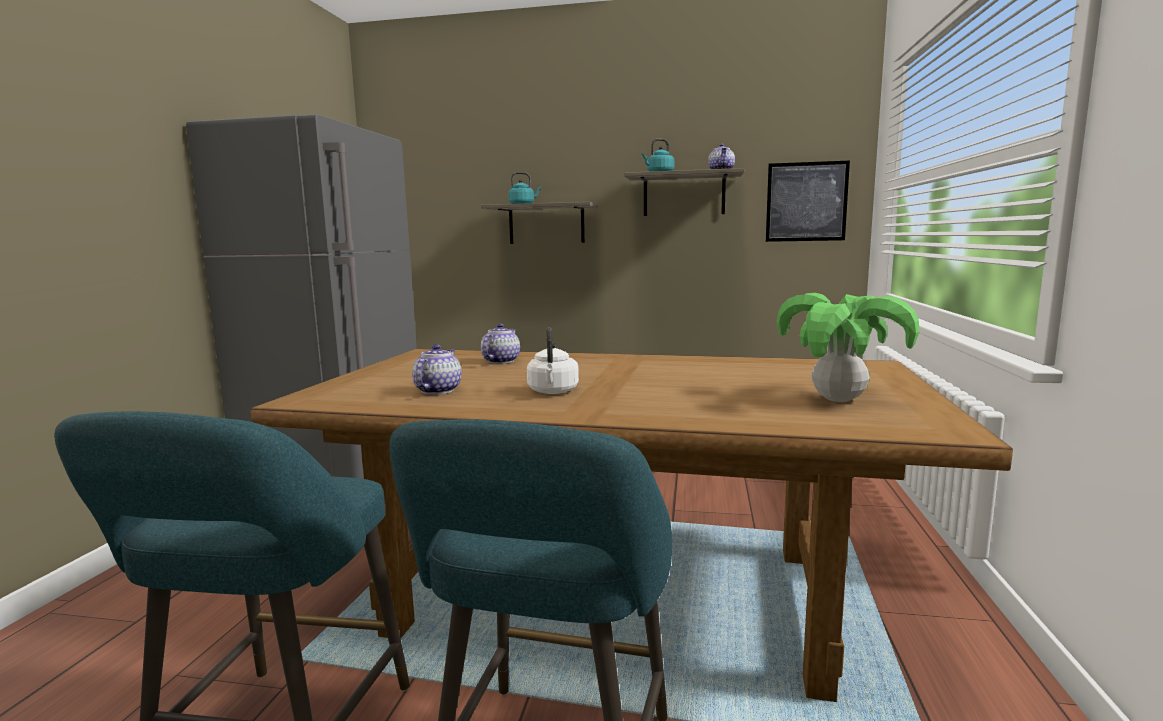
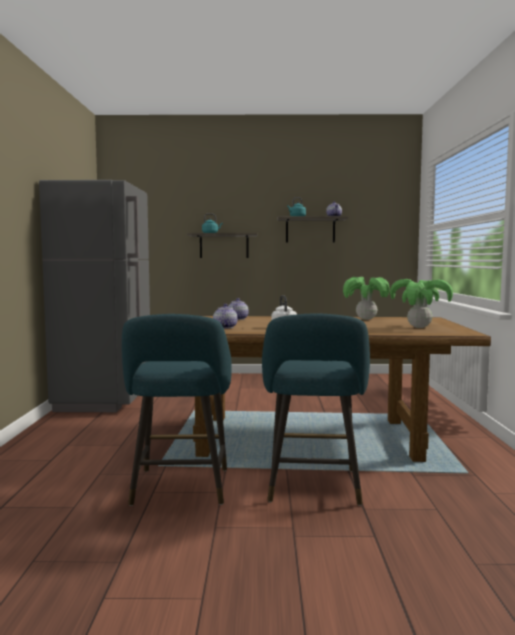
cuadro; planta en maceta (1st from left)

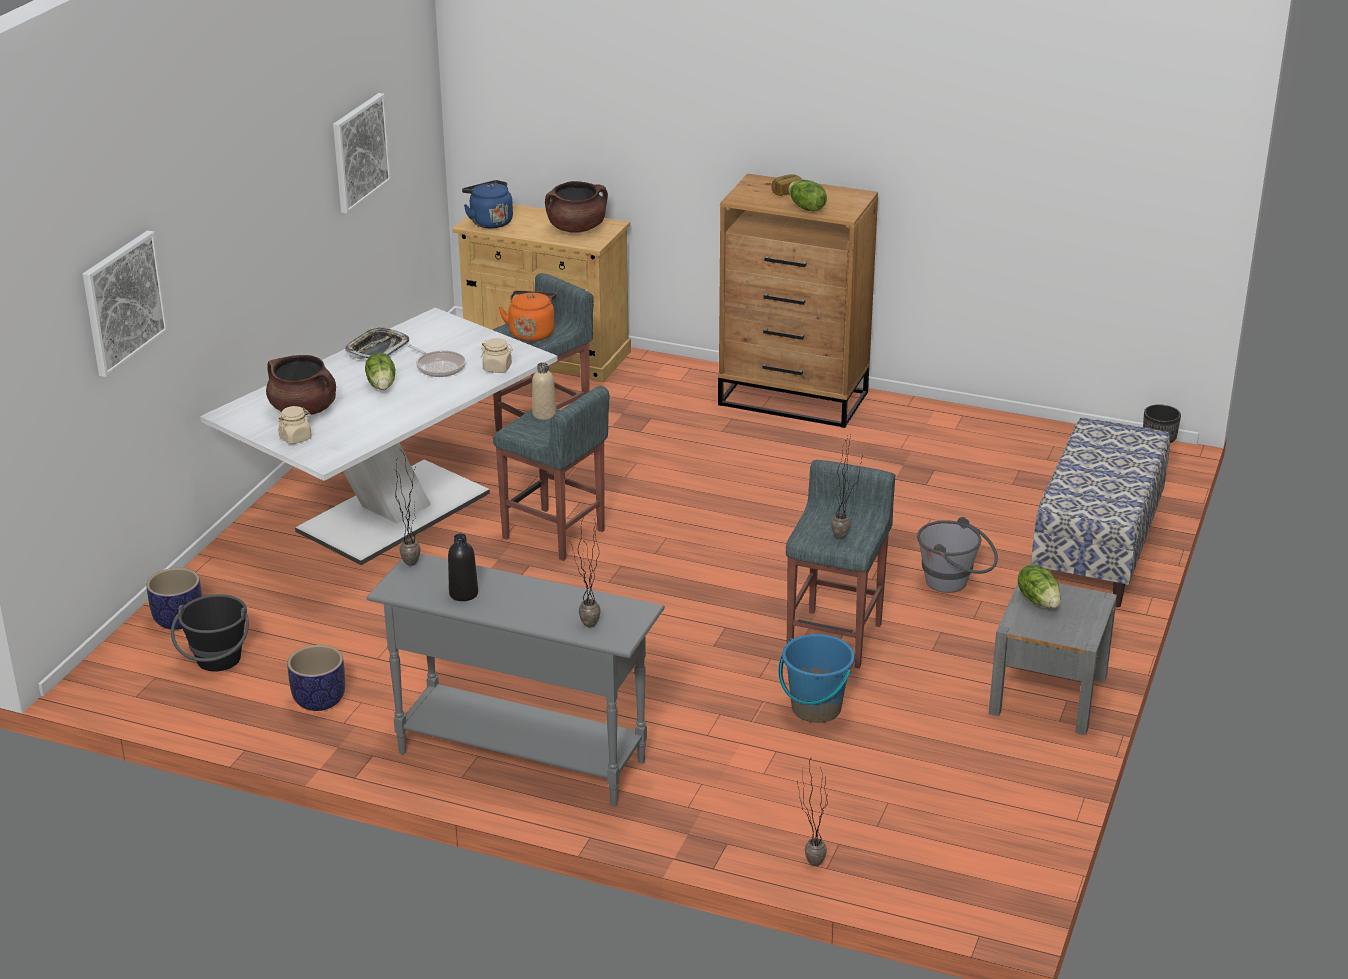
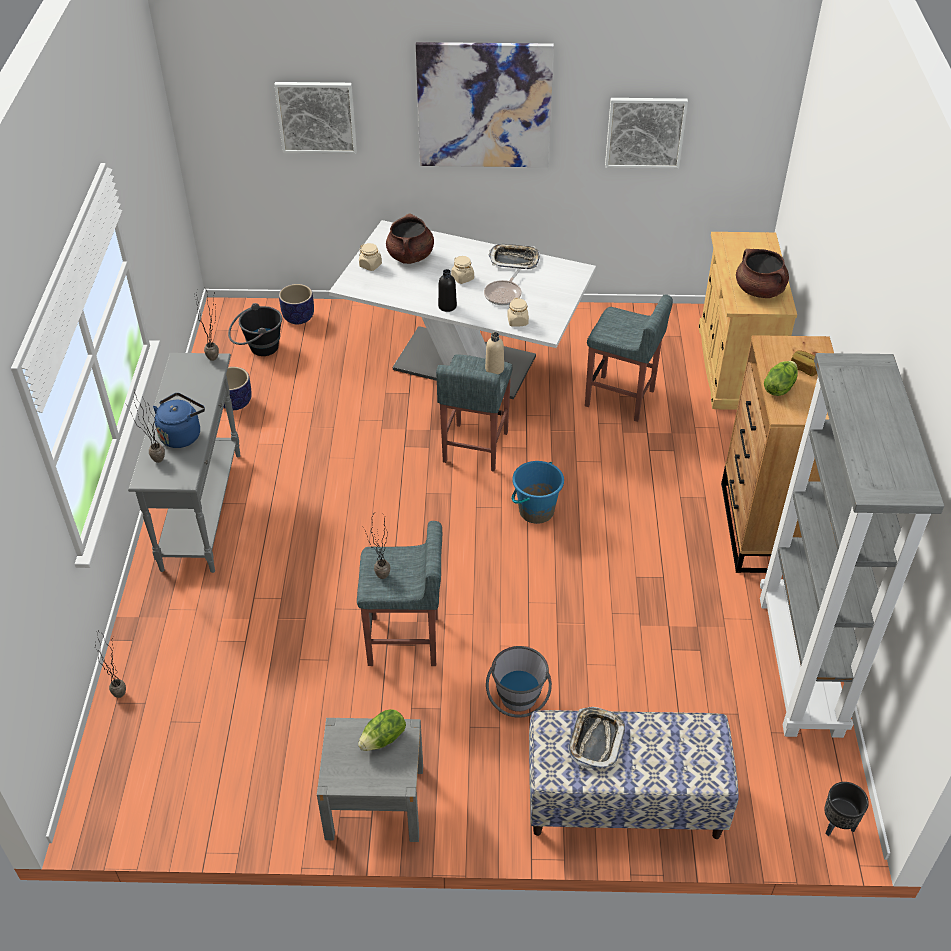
hervidor [naranja]; cuadro (2nd from left); bandeja (2nd from left); estantería [gris]; botella [negro]; hervidor [azul]; cubo [azul]; tarro [beis] (2nd from left)

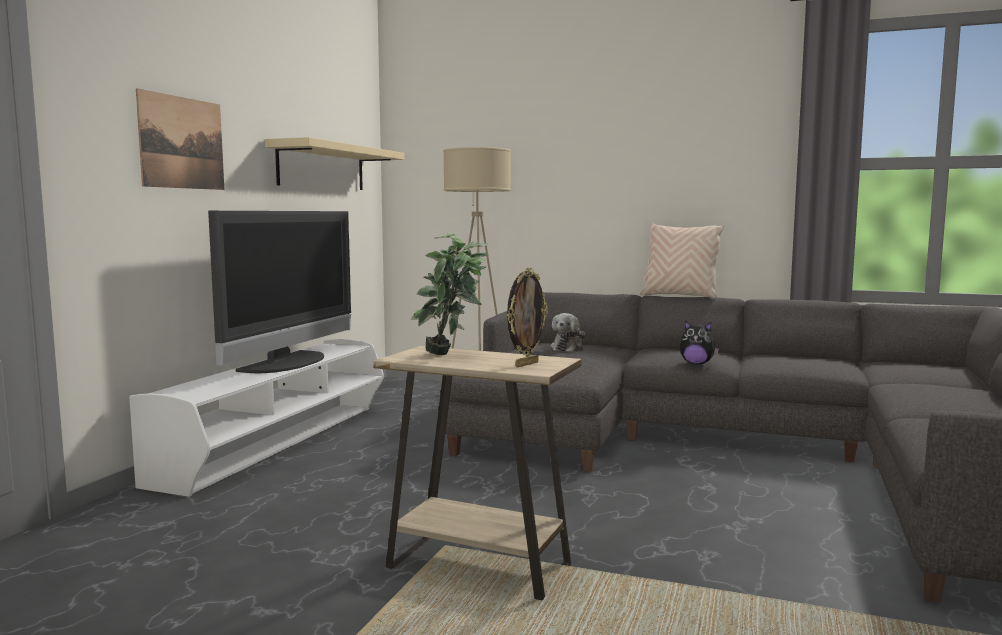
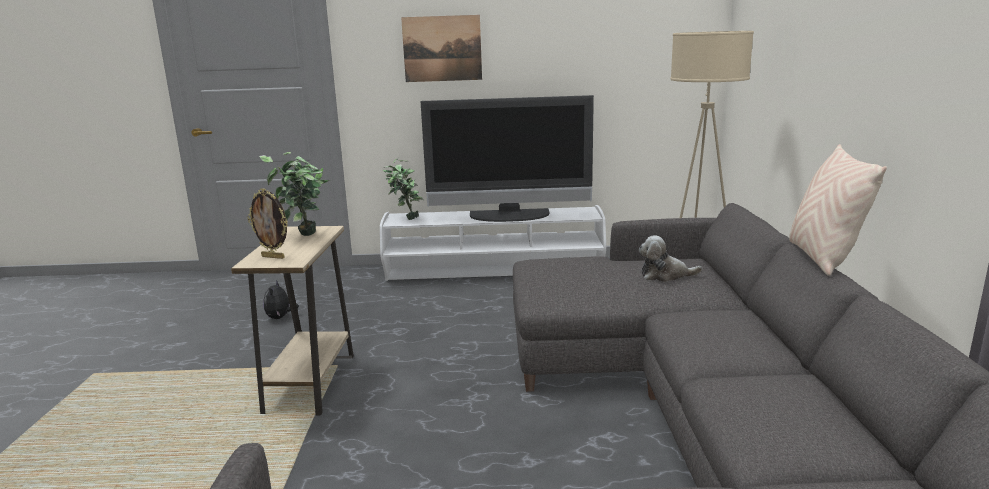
estante [beis]; planta en maceta (2nd from left); peluche (1st from left)

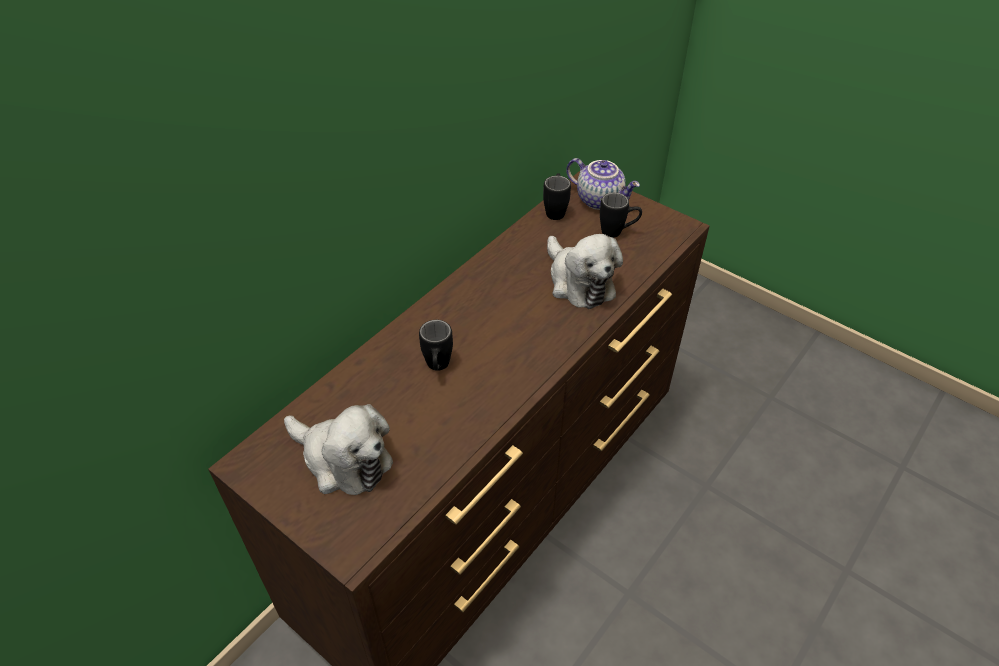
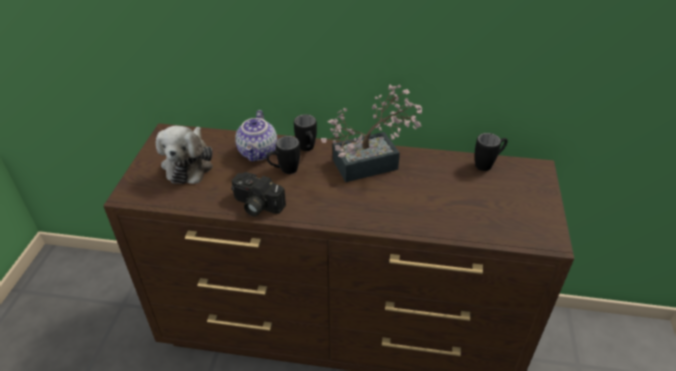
peluche (2nd from left in the first image); cámara; planta en maceta; tetera; taza grande [negro] (2nd from left)

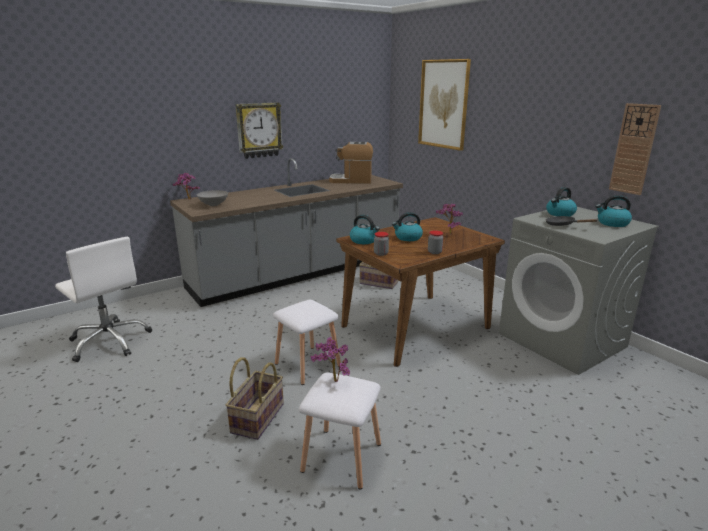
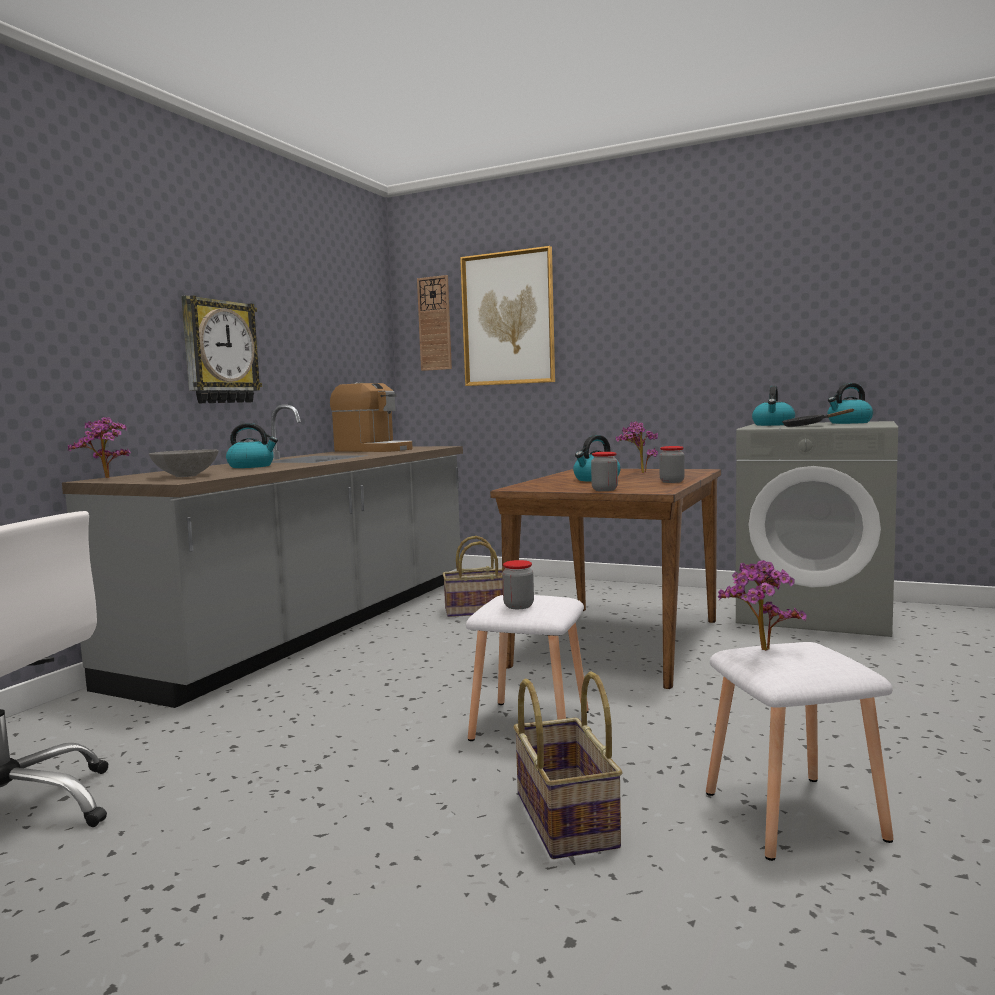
tarro (1st from left); hervidor (1st from left); reloj de pared (2nd from left); cafetera

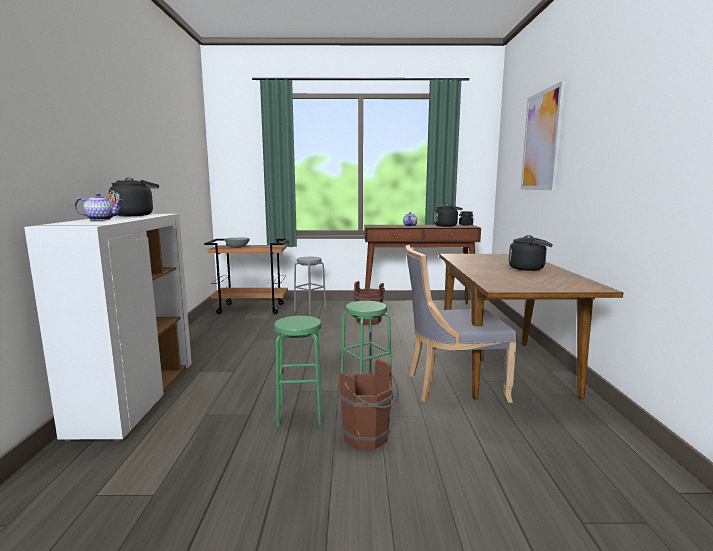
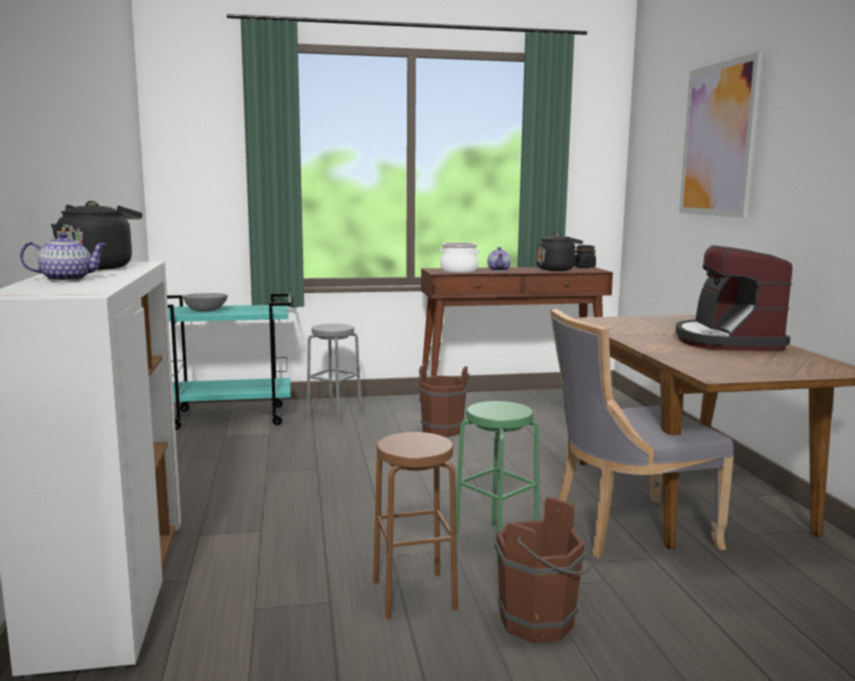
olla; cafetera; carrito [turquesa]; taburete [marrón]

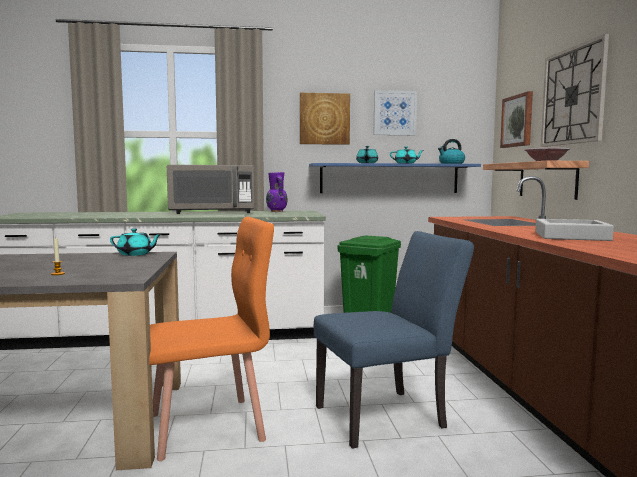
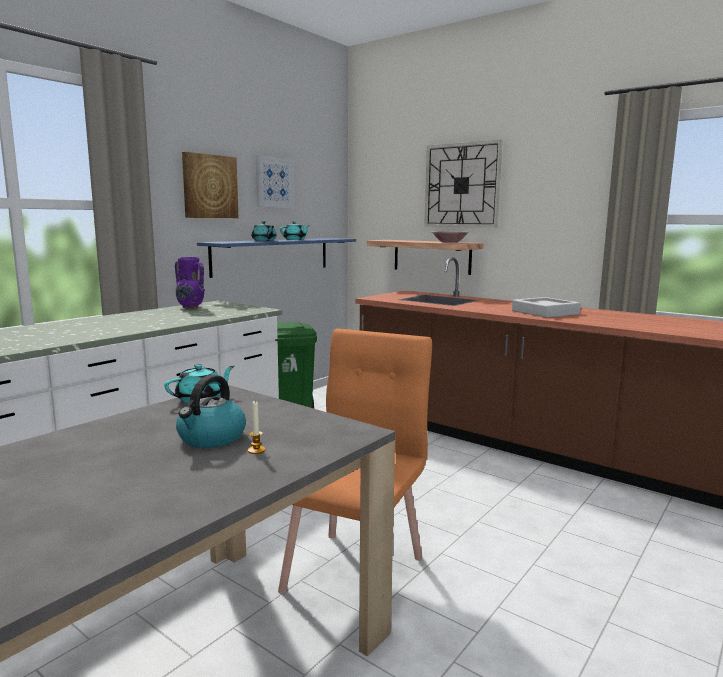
microondas [gris]; silla [azul]; cuadro (3rd from left in the first image); hervidor

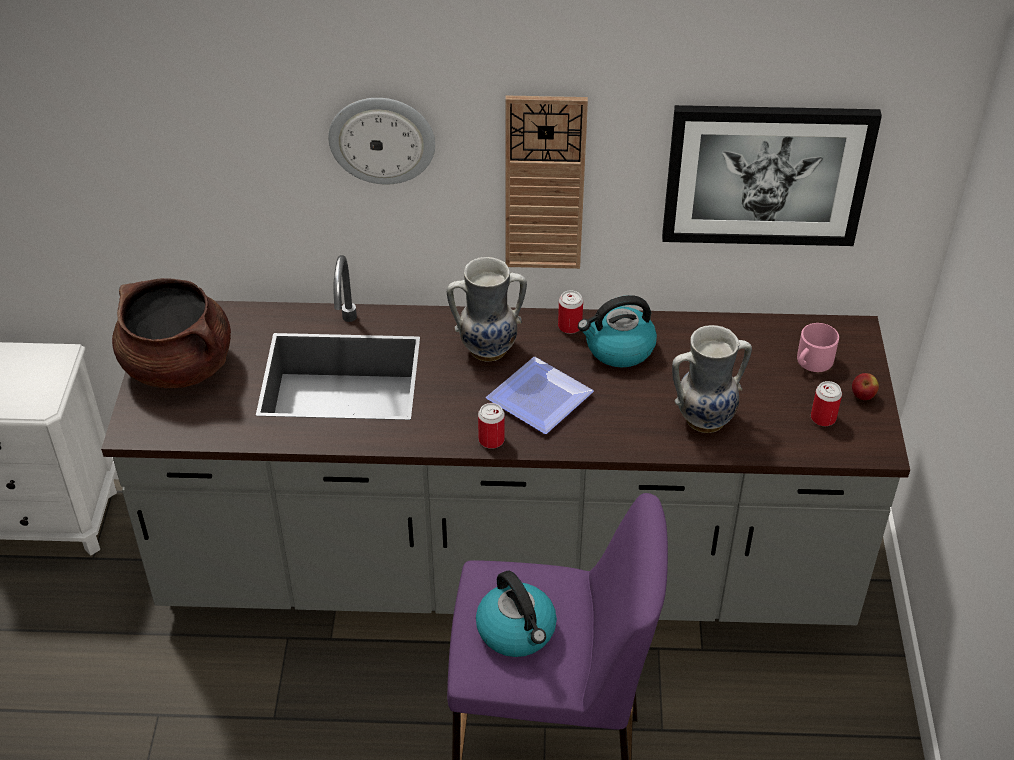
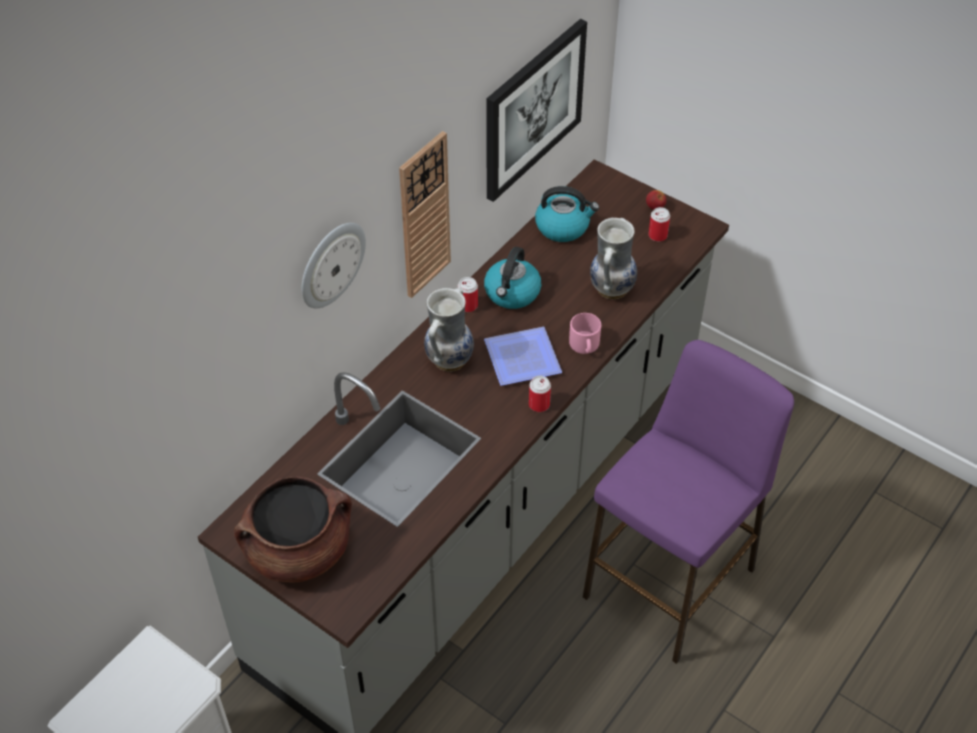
hervidor (2nd from left); taza grande [rosa]

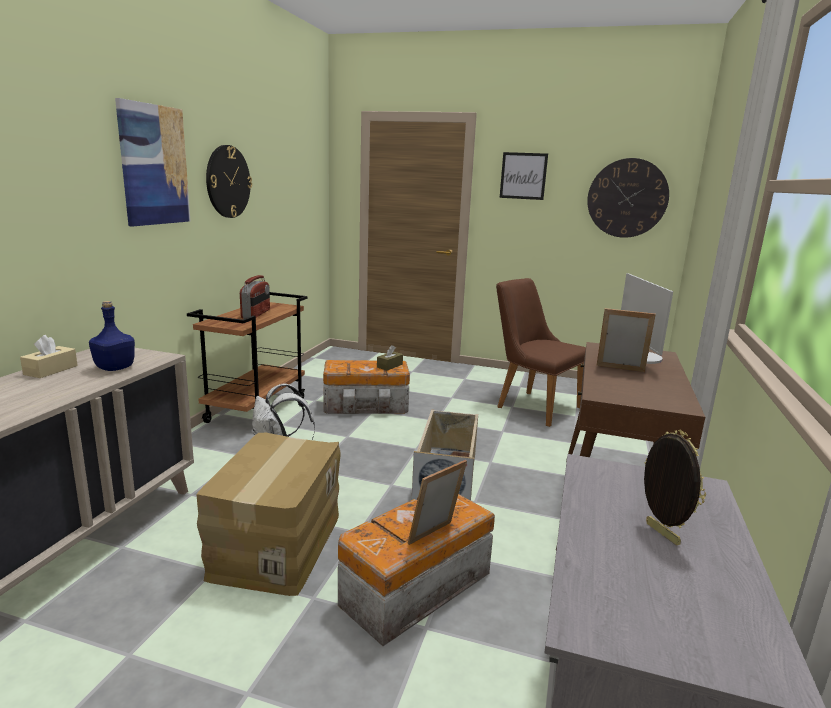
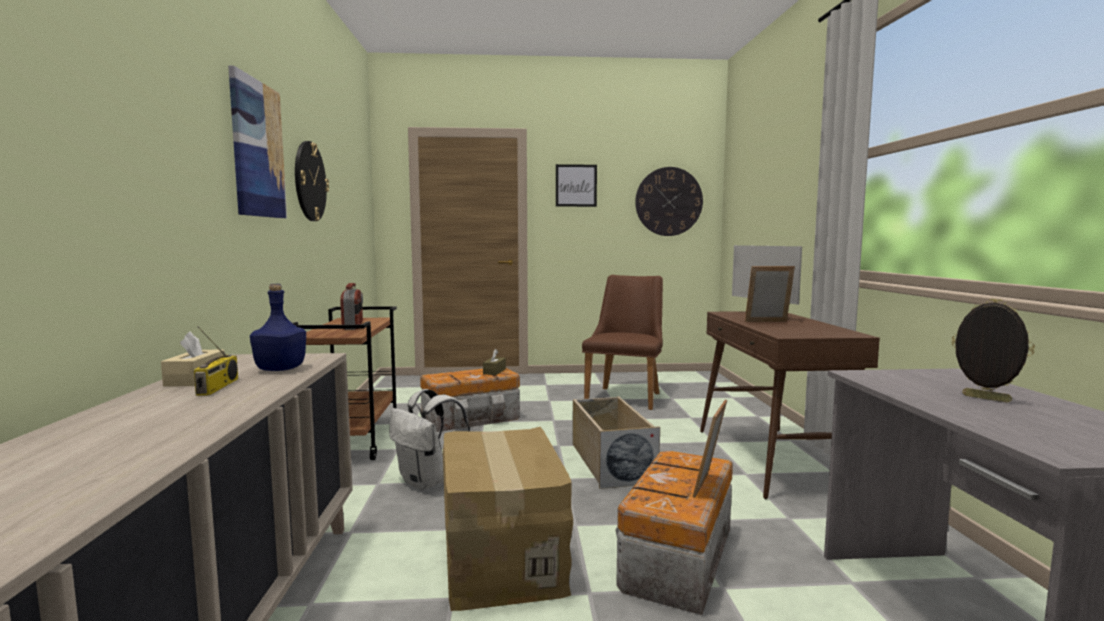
radio (1st from left); silla [marrón]

